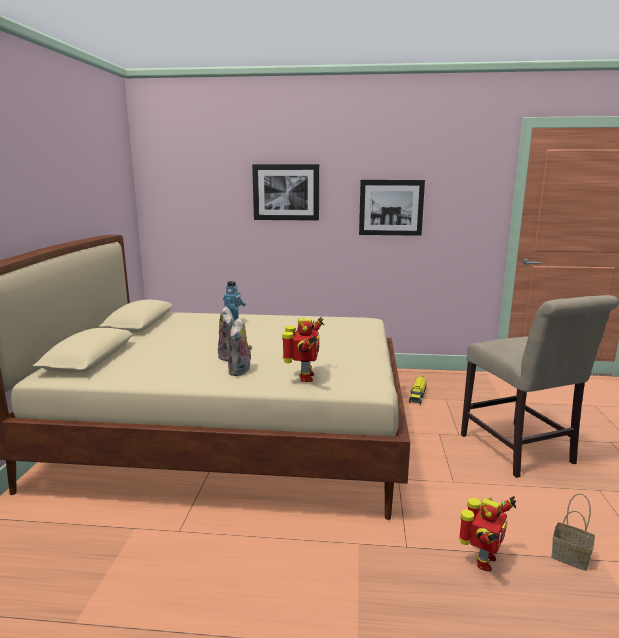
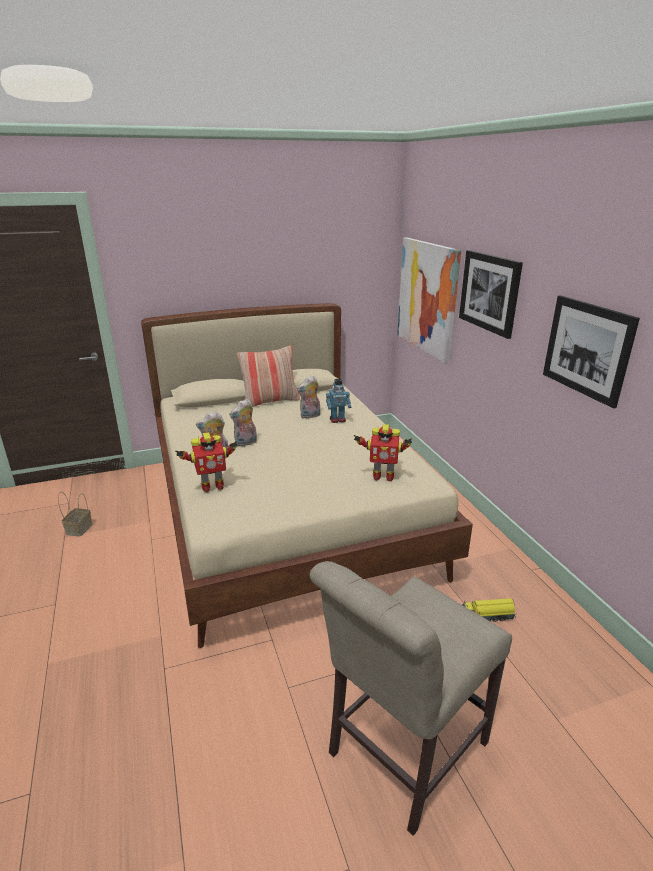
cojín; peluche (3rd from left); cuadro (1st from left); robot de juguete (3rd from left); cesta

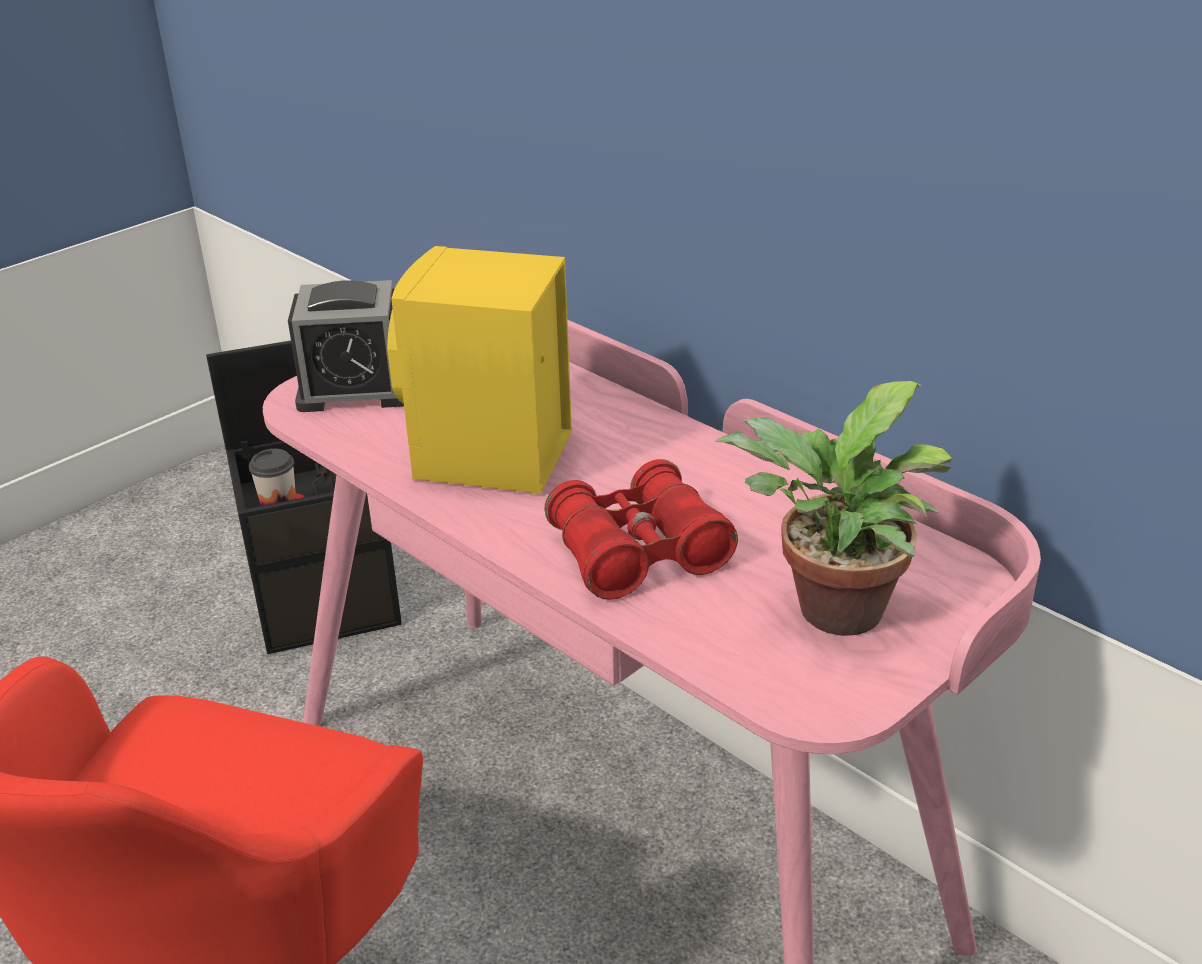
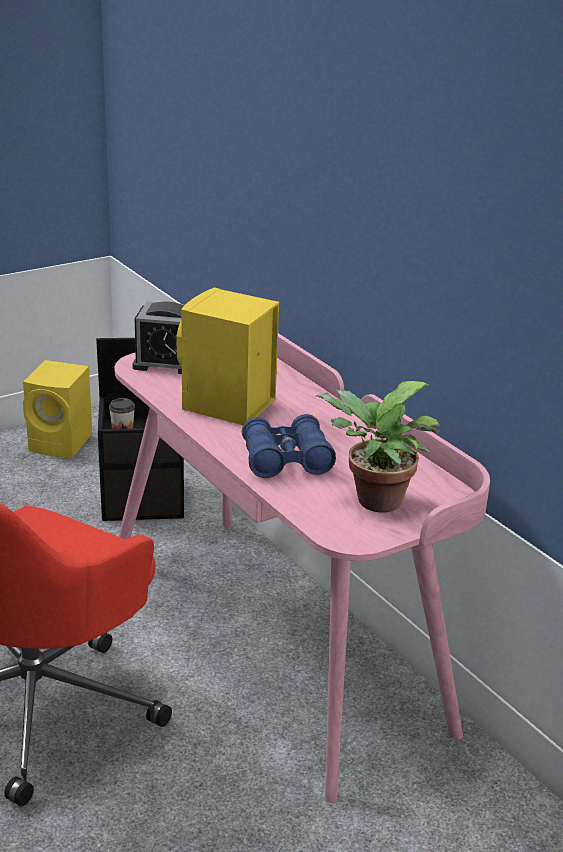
altavoz [amarillo] (1st from left); prismáticos [azul]

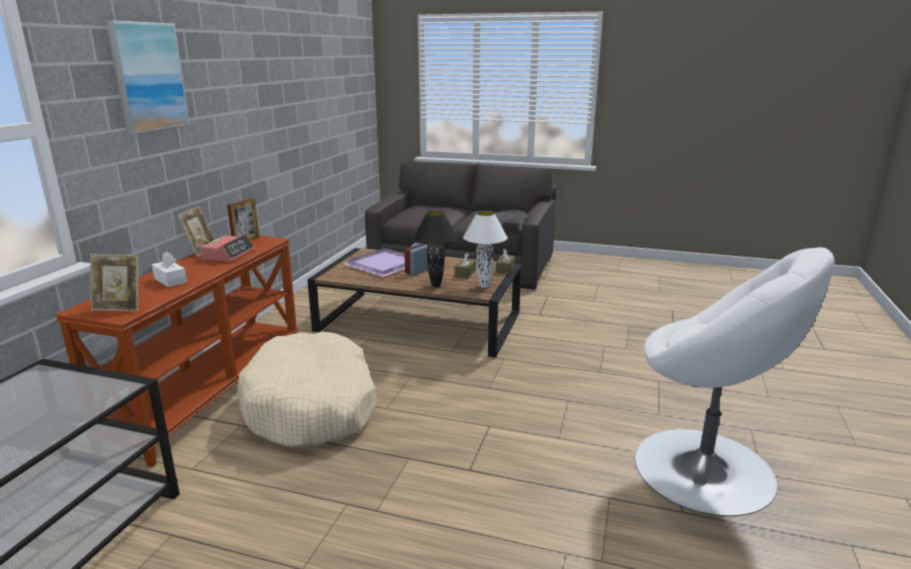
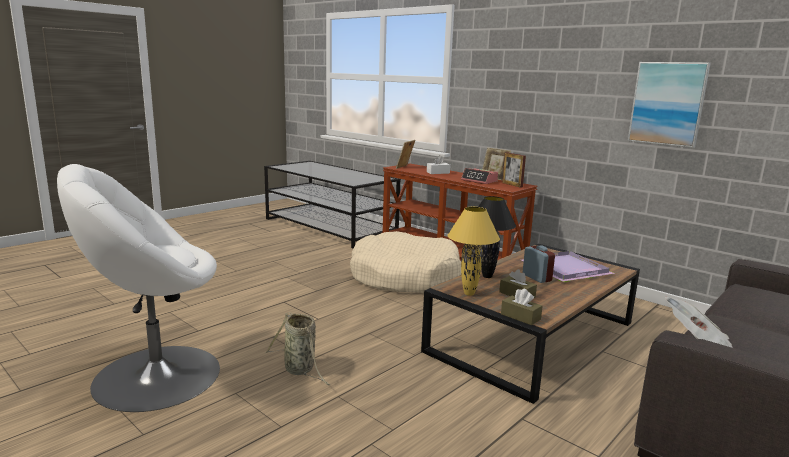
cesta; cuadro; lámpara de mesa [amarillo]

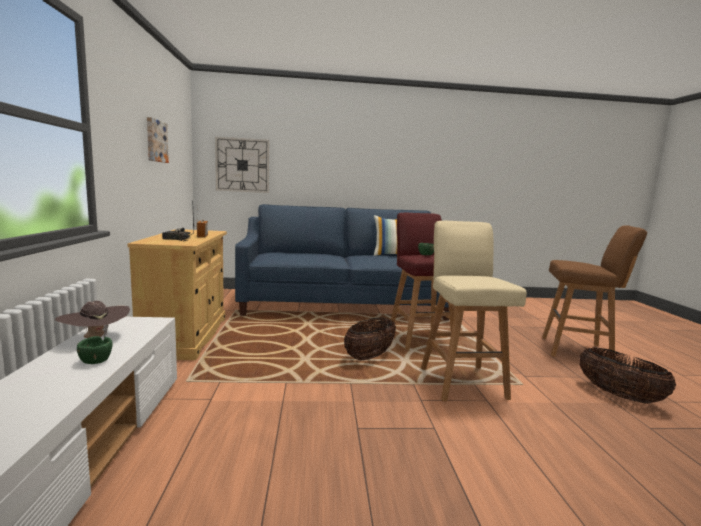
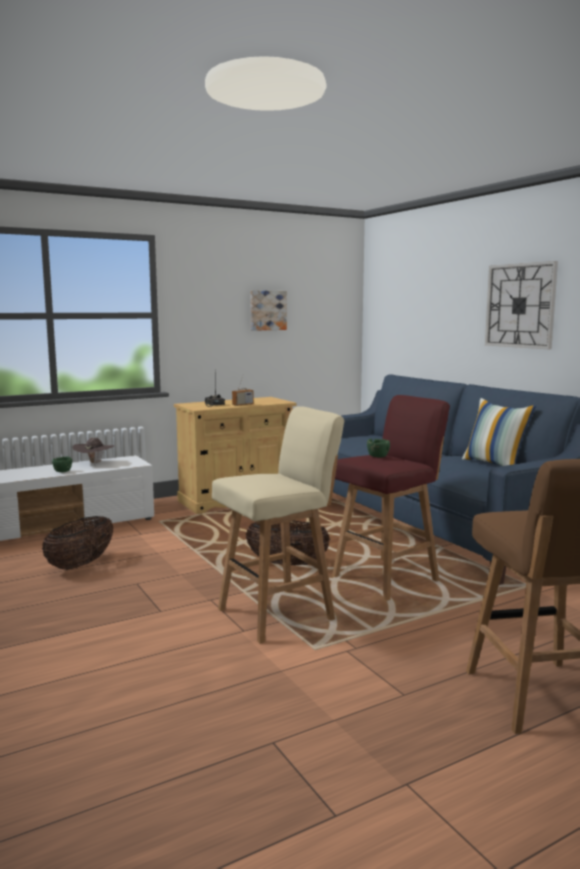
reloj de pared; cesta (1st from left)

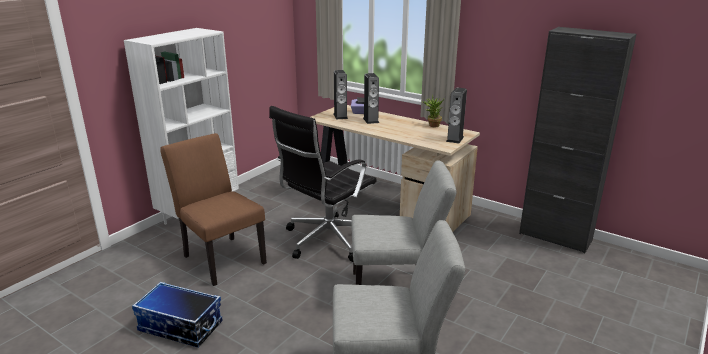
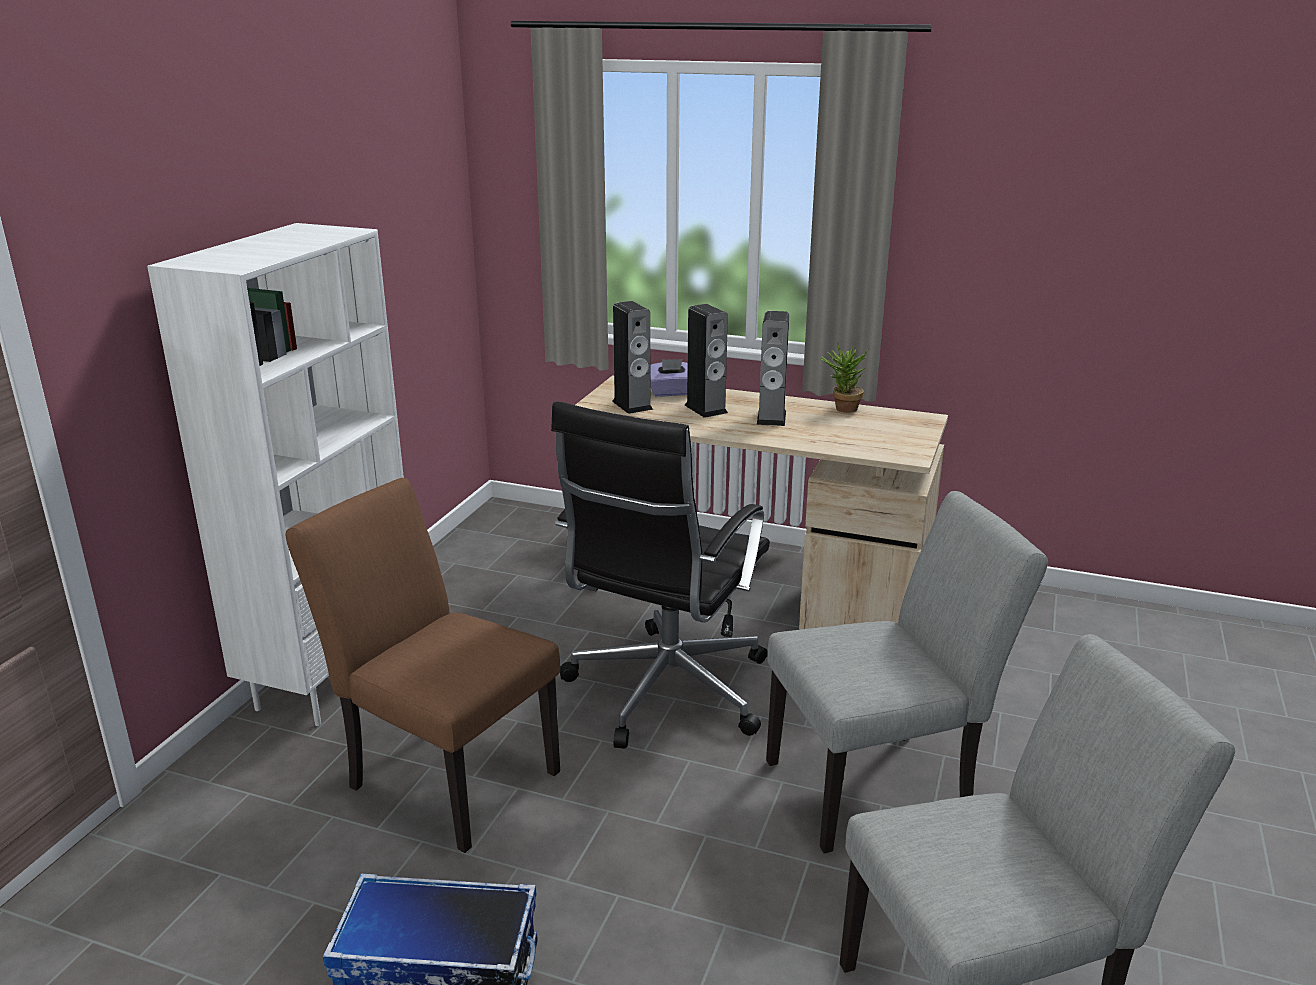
armario [negro]; altavoz (3rd from left)

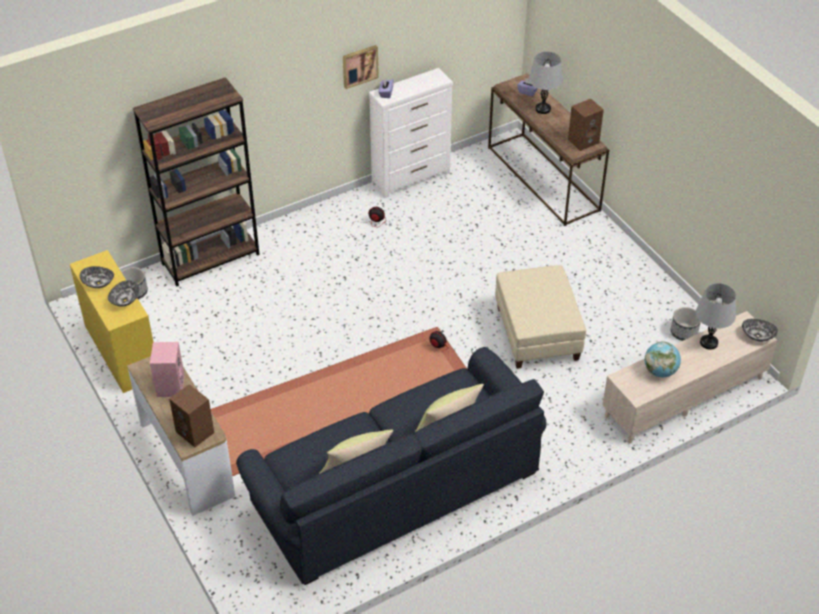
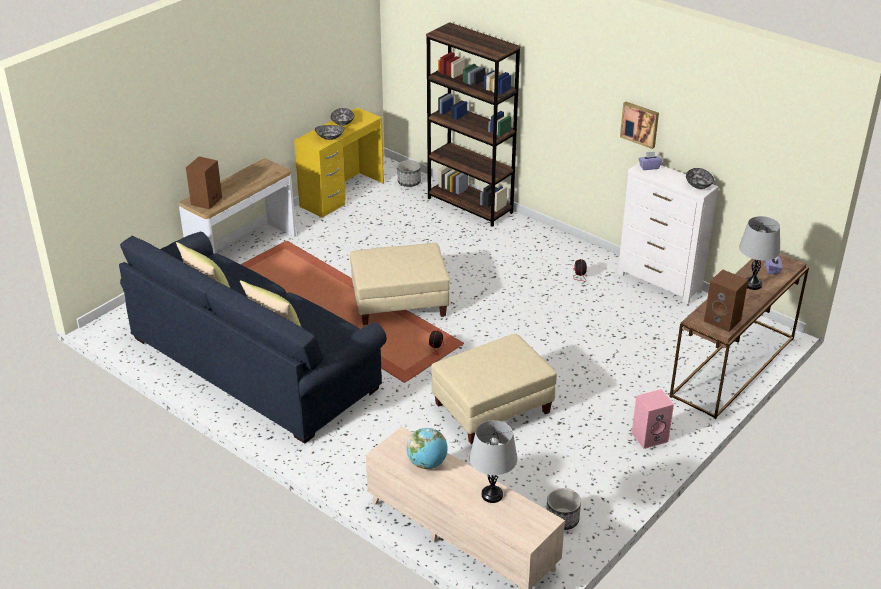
puf [beis] (1st from left); altavoz [rosa]; cuenco (3rd from left)

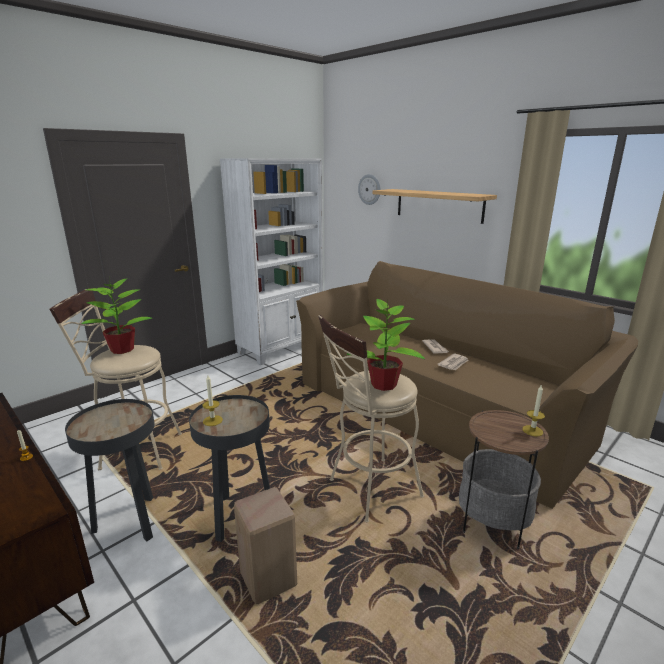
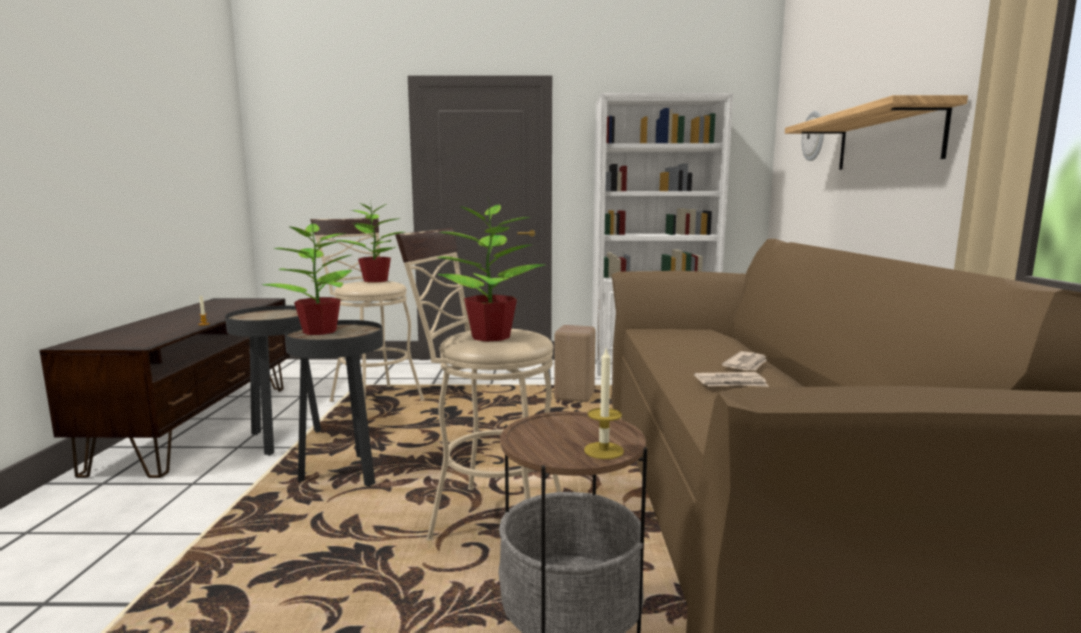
taburete [beis] (3rd from left); planta en maceta (1st from left)

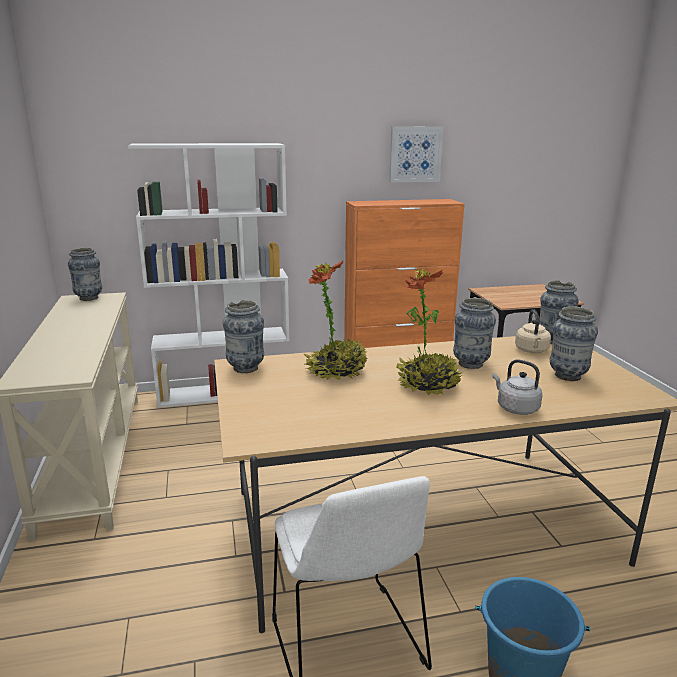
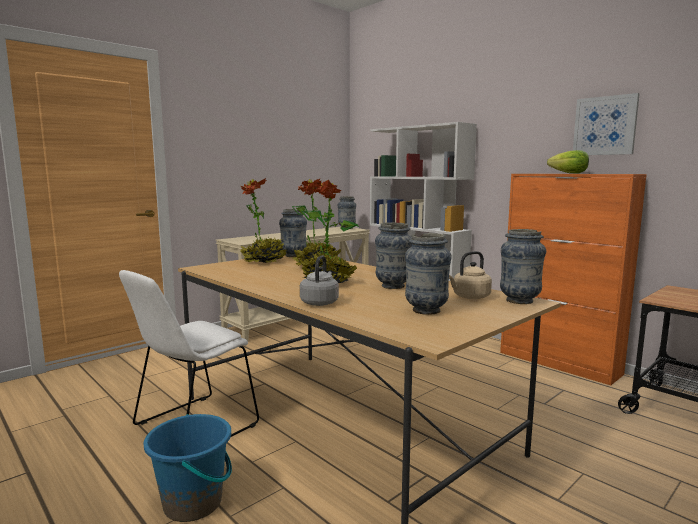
planta en maceta (1st from left); lechuga

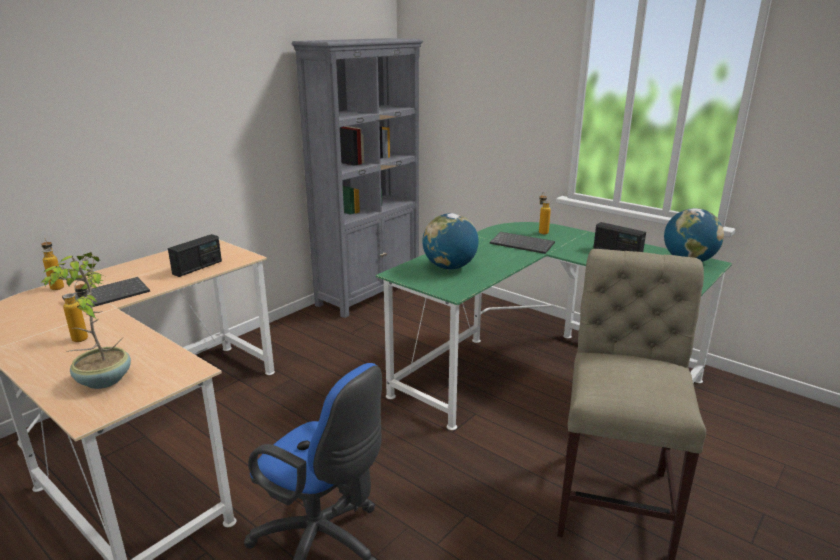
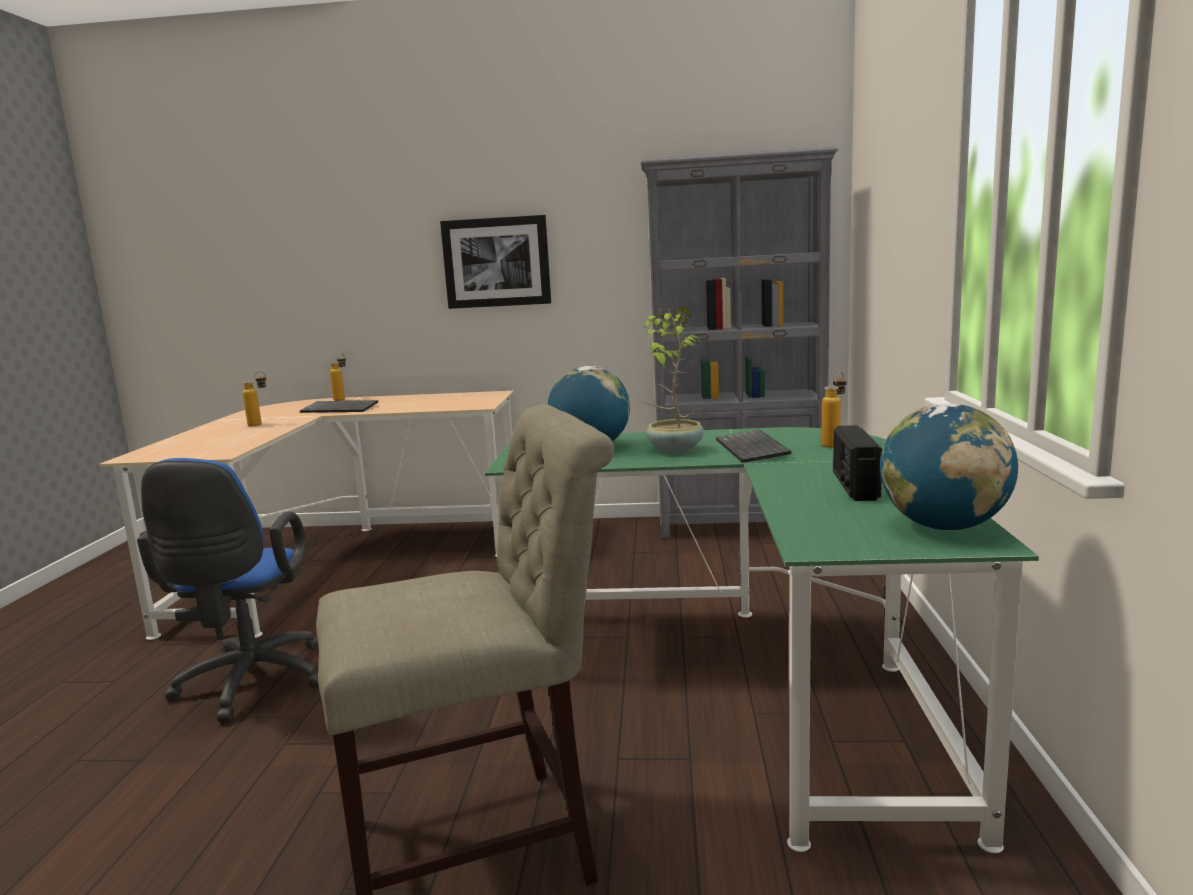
radio (1st from left in the first image); cuadro; planta en maceta

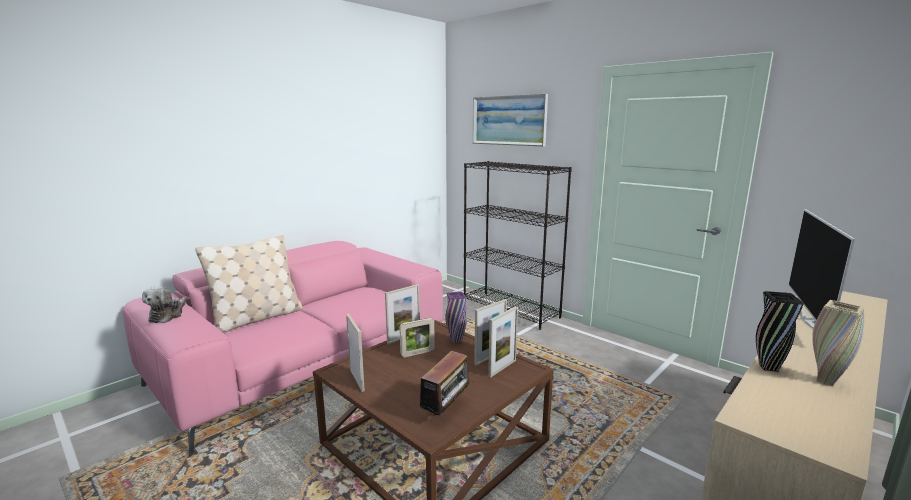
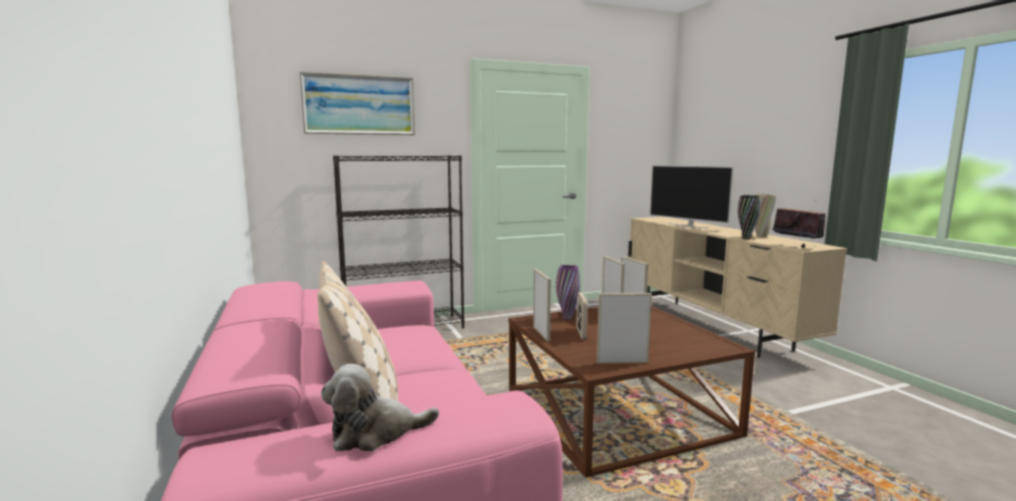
radio; peluche

